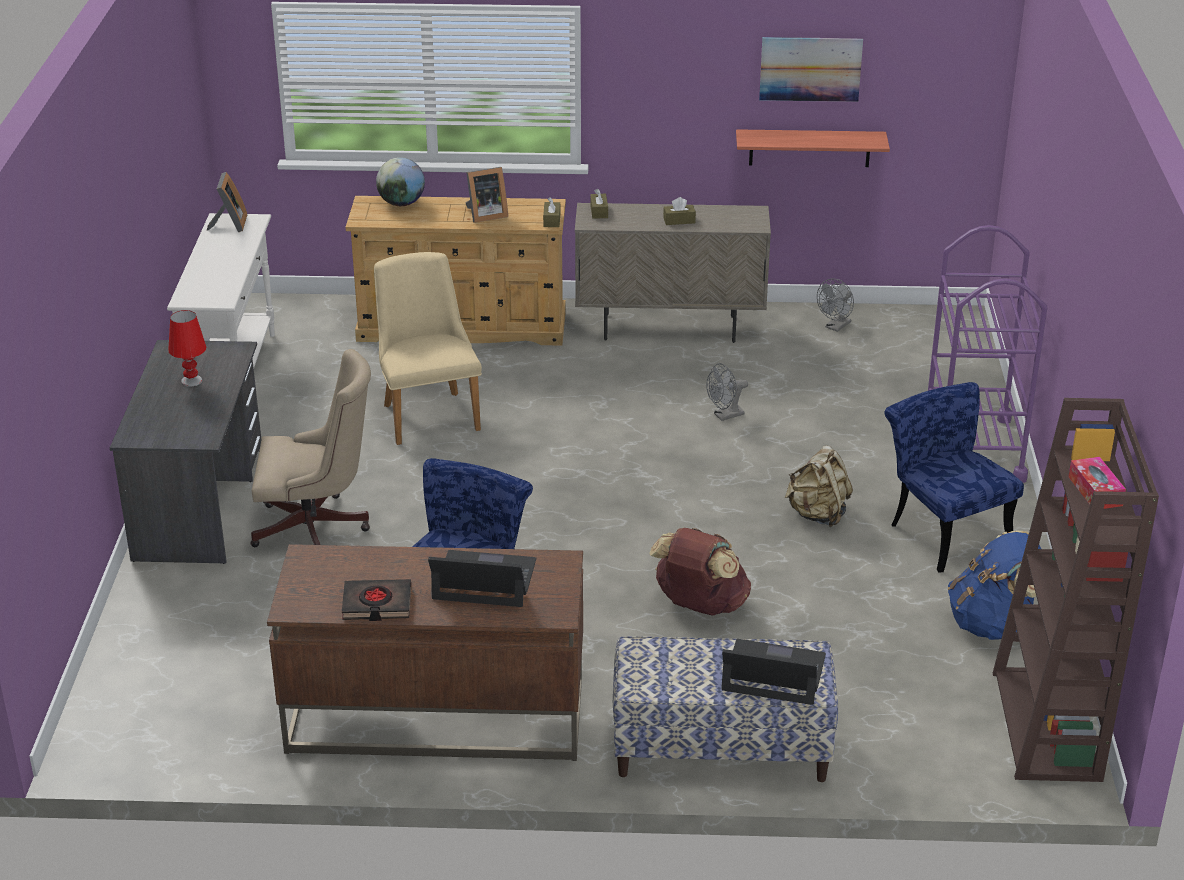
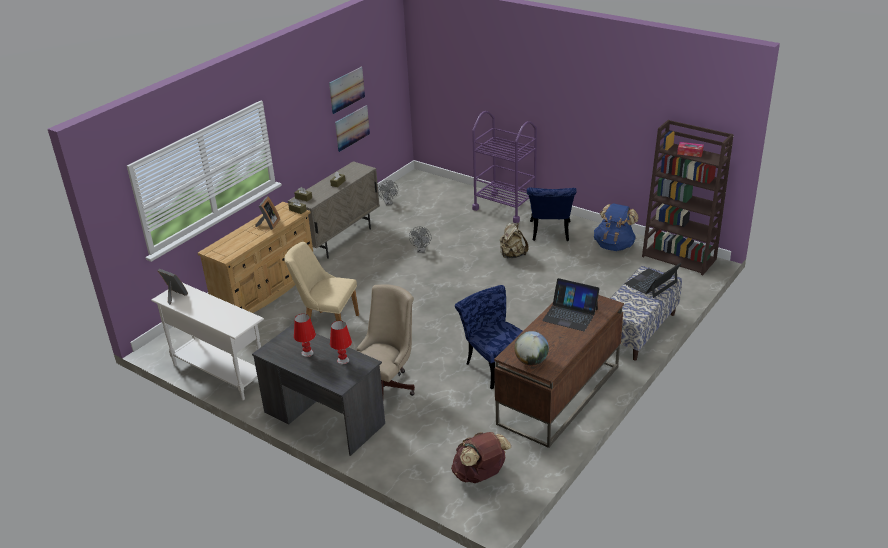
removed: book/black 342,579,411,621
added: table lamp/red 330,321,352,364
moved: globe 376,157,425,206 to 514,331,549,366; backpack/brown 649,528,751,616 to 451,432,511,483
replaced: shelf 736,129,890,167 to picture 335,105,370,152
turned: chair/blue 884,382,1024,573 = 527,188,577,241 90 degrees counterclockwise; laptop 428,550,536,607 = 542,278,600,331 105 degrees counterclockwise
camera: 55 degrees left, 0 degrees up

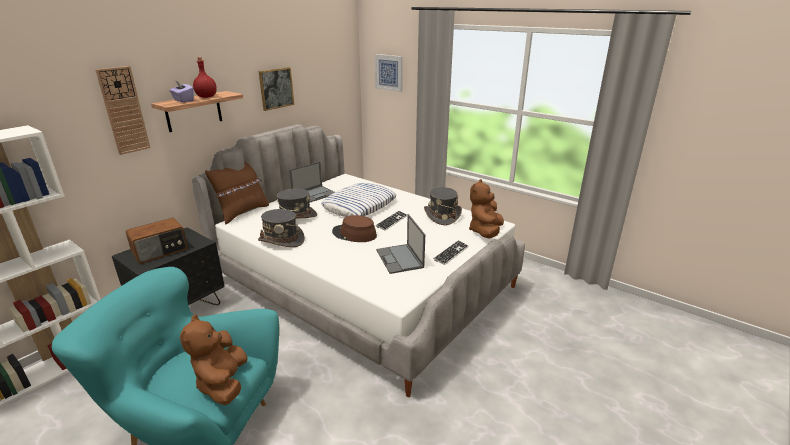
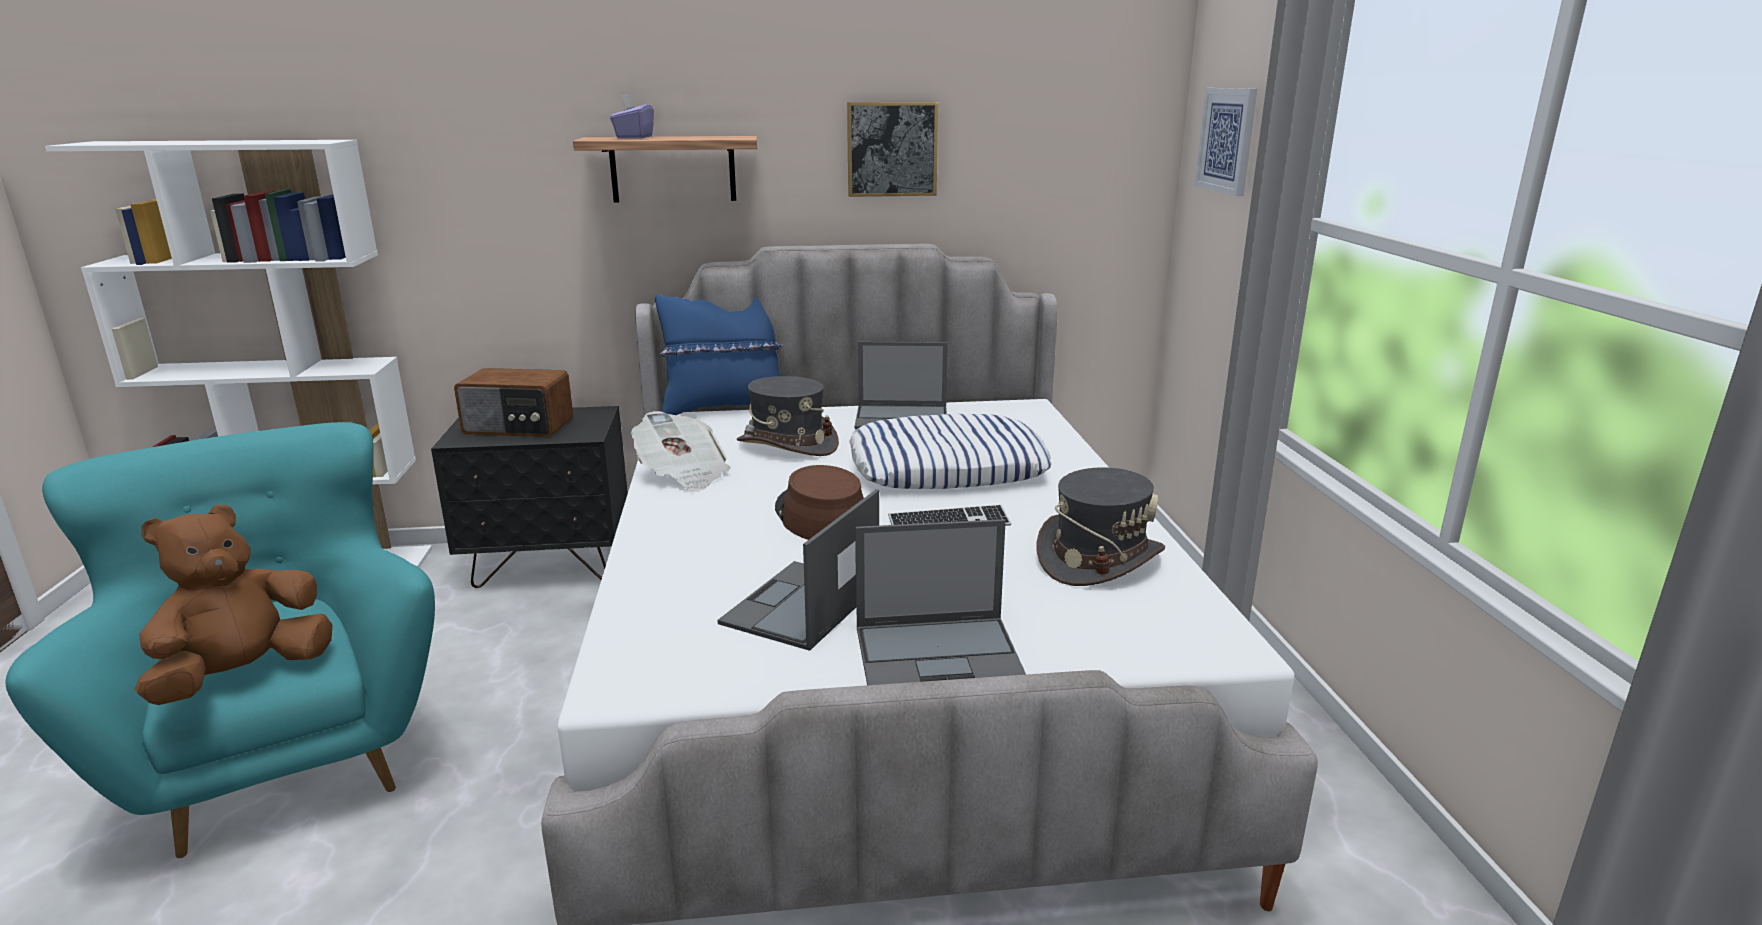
removed: bottle/red 193,57,217,98; wall clock 95,66,151,155; plush toy/brown 469,179,504,238
replaced: hat/grey 258,209,305,247 to newspaper 631,411,731,492; keyboard 433,240,469,265 to laptop 856,519,1026,685
recoloured: pillow/brown 205,161,269,225 to pillow/blue 655,294,784,415
camera: 45 degrees right, 5 degrees down

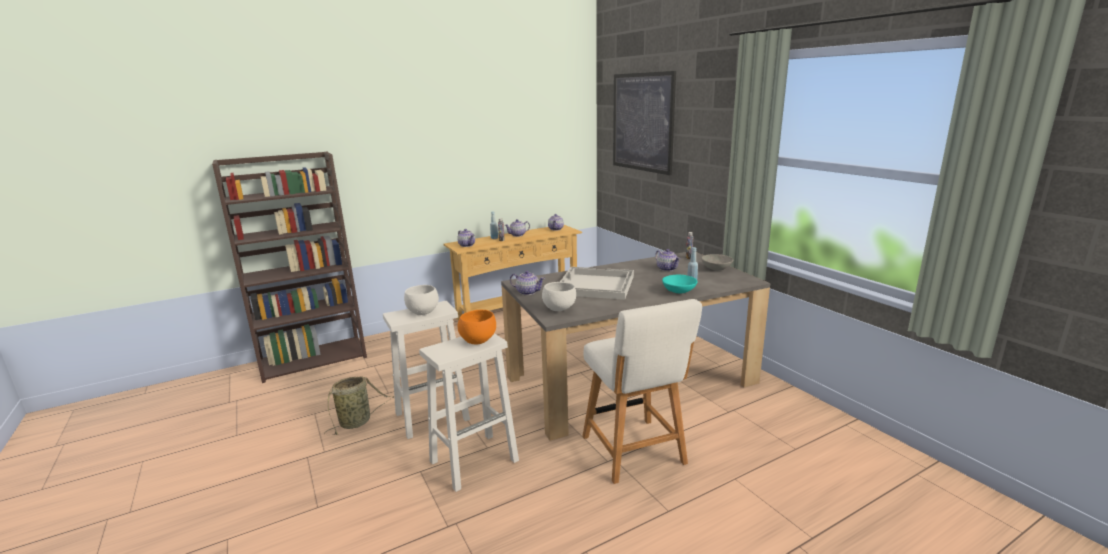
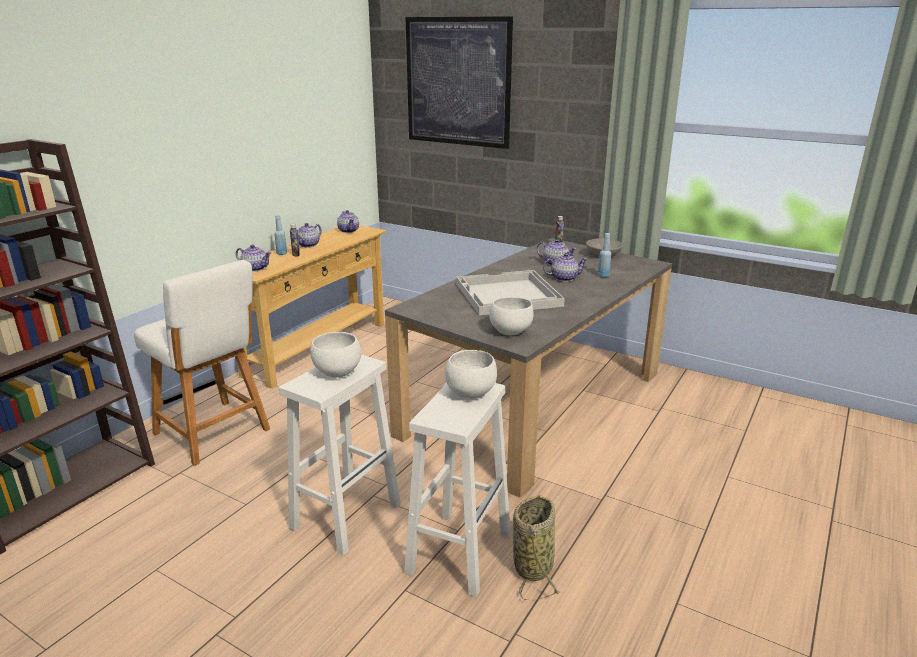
removed: bowl/turquoise 662,275,698,293
moved: teapot 510,271,545,295 to 543,253,588,282; chair/white 582,299,702,484 to 134,260,270,466; basket 324,376,394,435 to 513,495,560,600
recoloured: bowl/orange 458,310,496,344 to bowl/white 445,350,497,399
camera: 30 degrees left, 5 degrees up

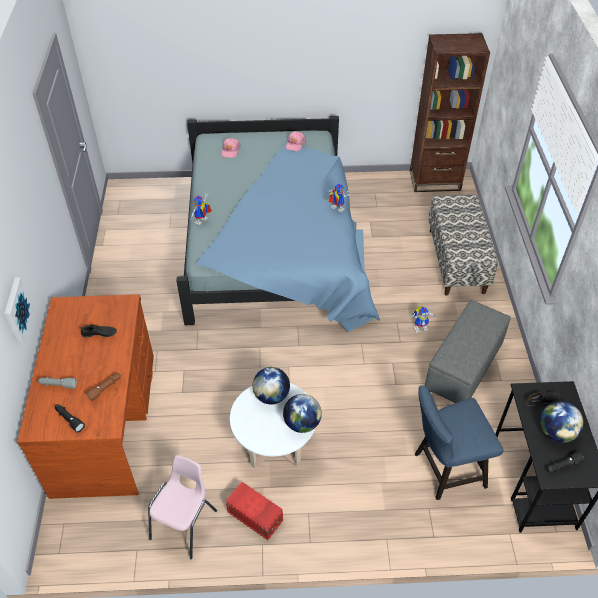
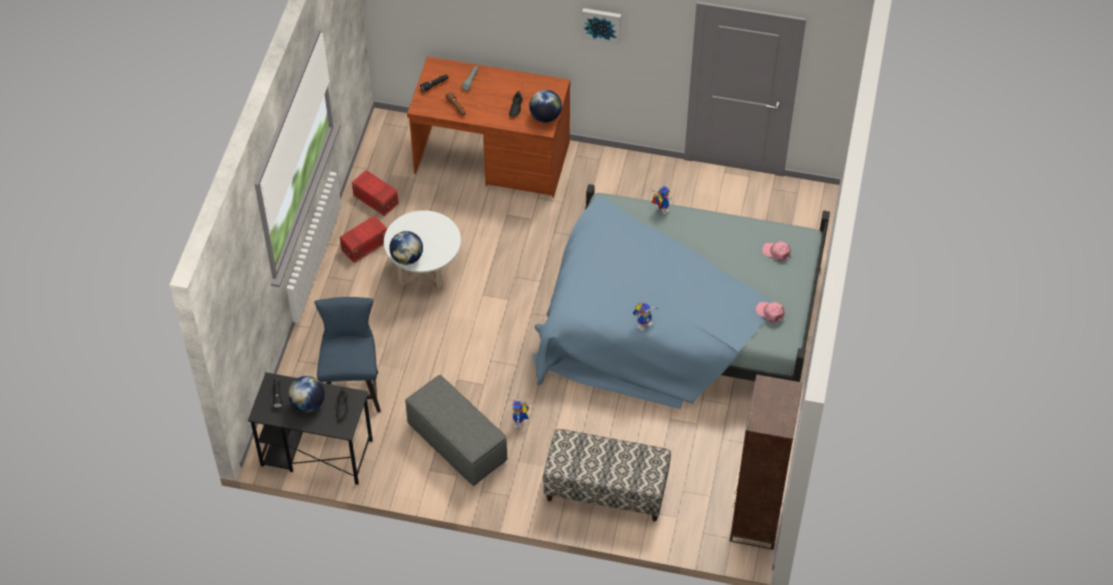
moved: picture 4,277,33,345 to 582,8,621,45; globe 253,367,290,405 to 529,90,562,123
replaced: chair/pink 148,455,217,559 to storage box/red 352,170,399,216
camera: 105 degrees right, 5 degrees up

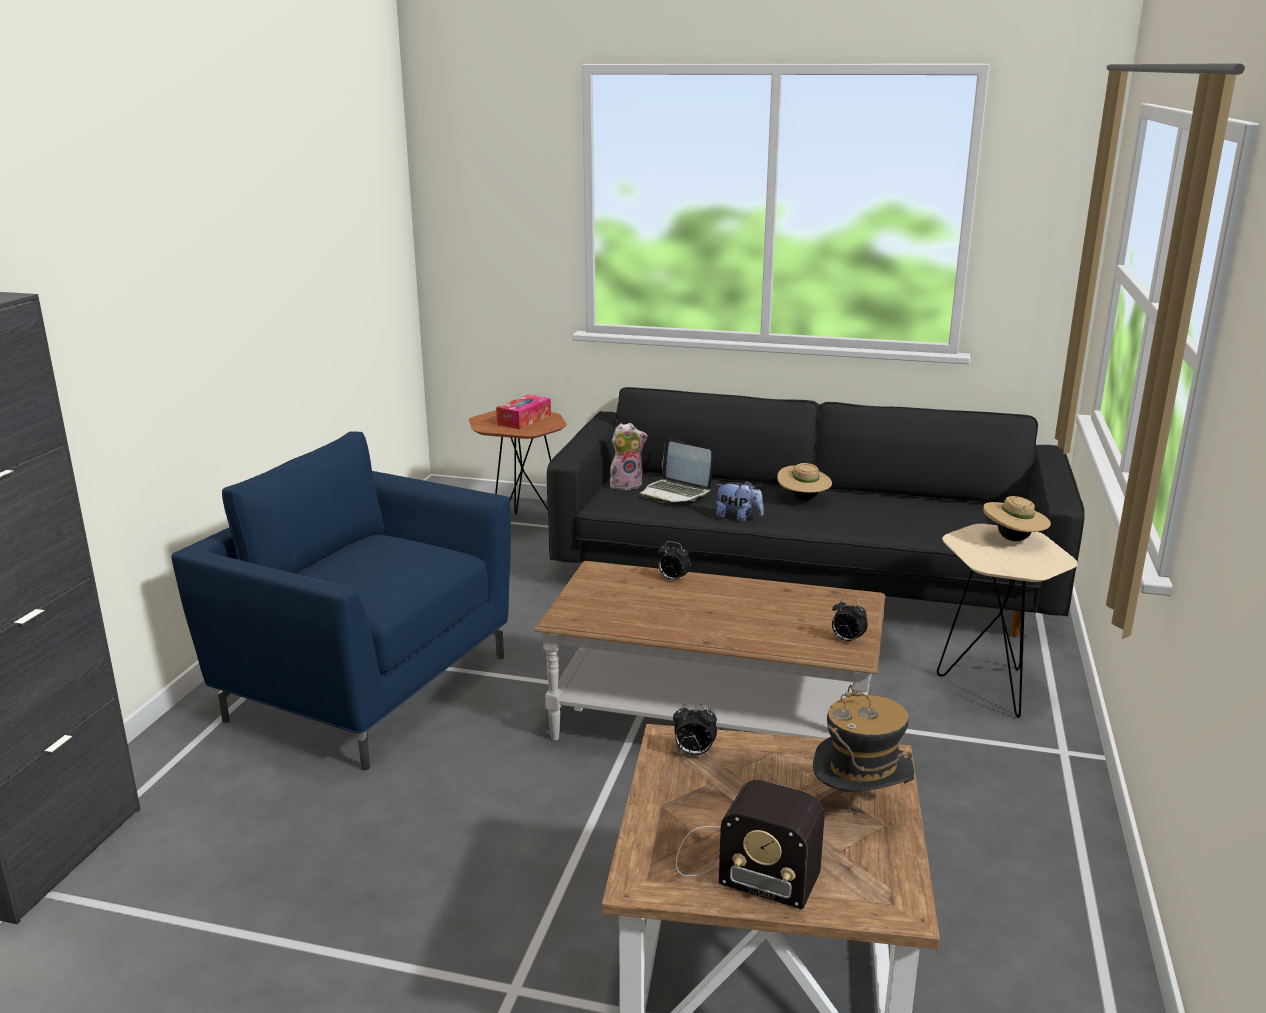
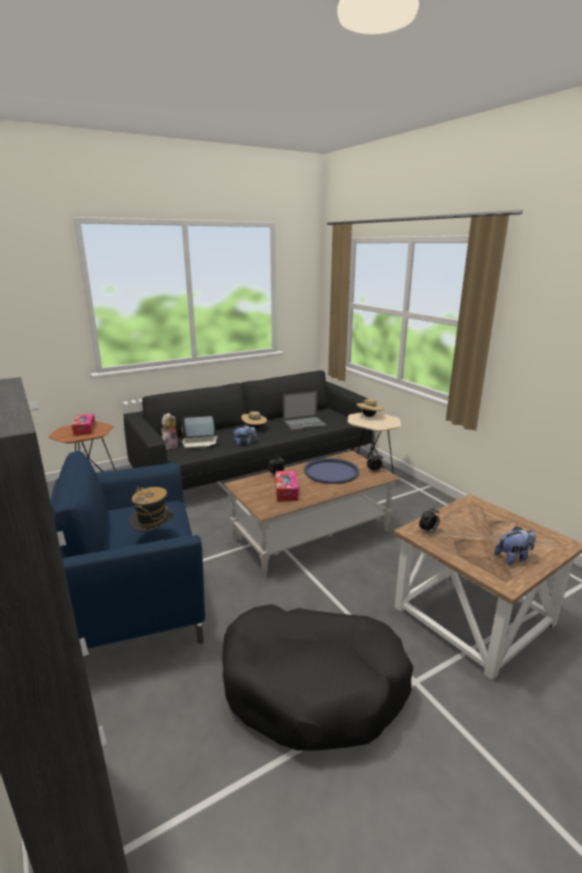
added: laptop 283,391,327,431; tray/blue 304,458,359,484; tissue box 275,471,298,502; dog bed/black 222,604,413,751
moved: hat 813,685,914,792 to 129,486,175,532
replaced: radio 676,780,825,909 to plush toy 494,526,536,565
camera: 45 degrees left, 0 degrees up

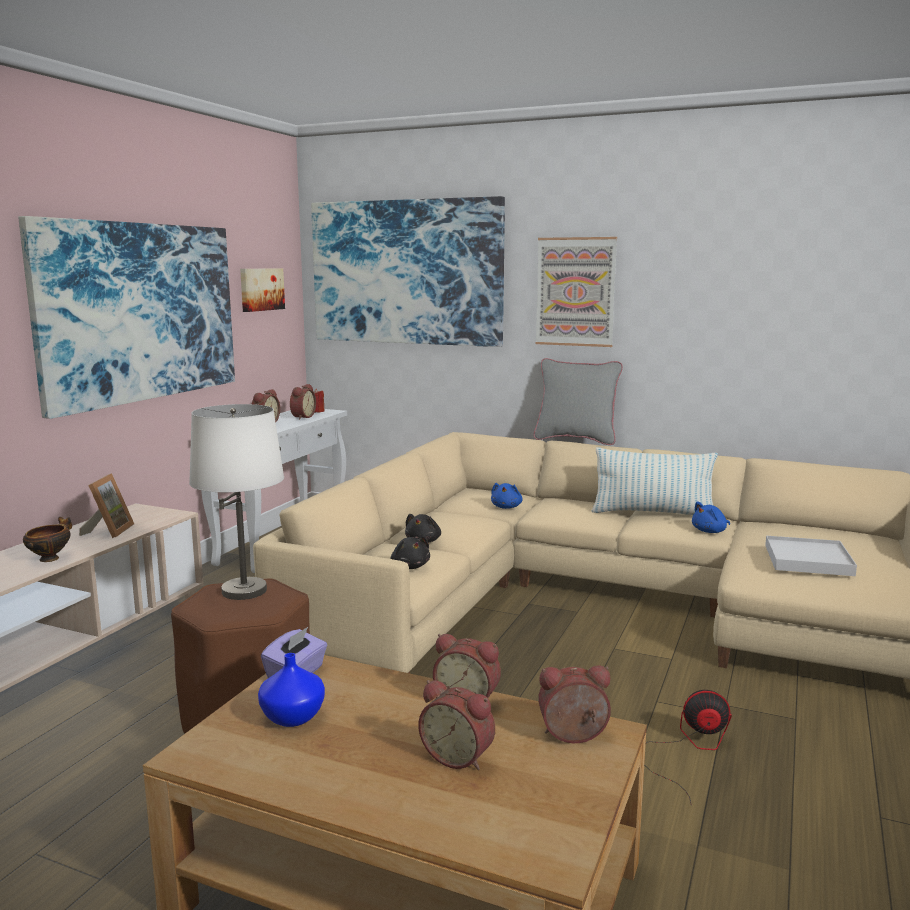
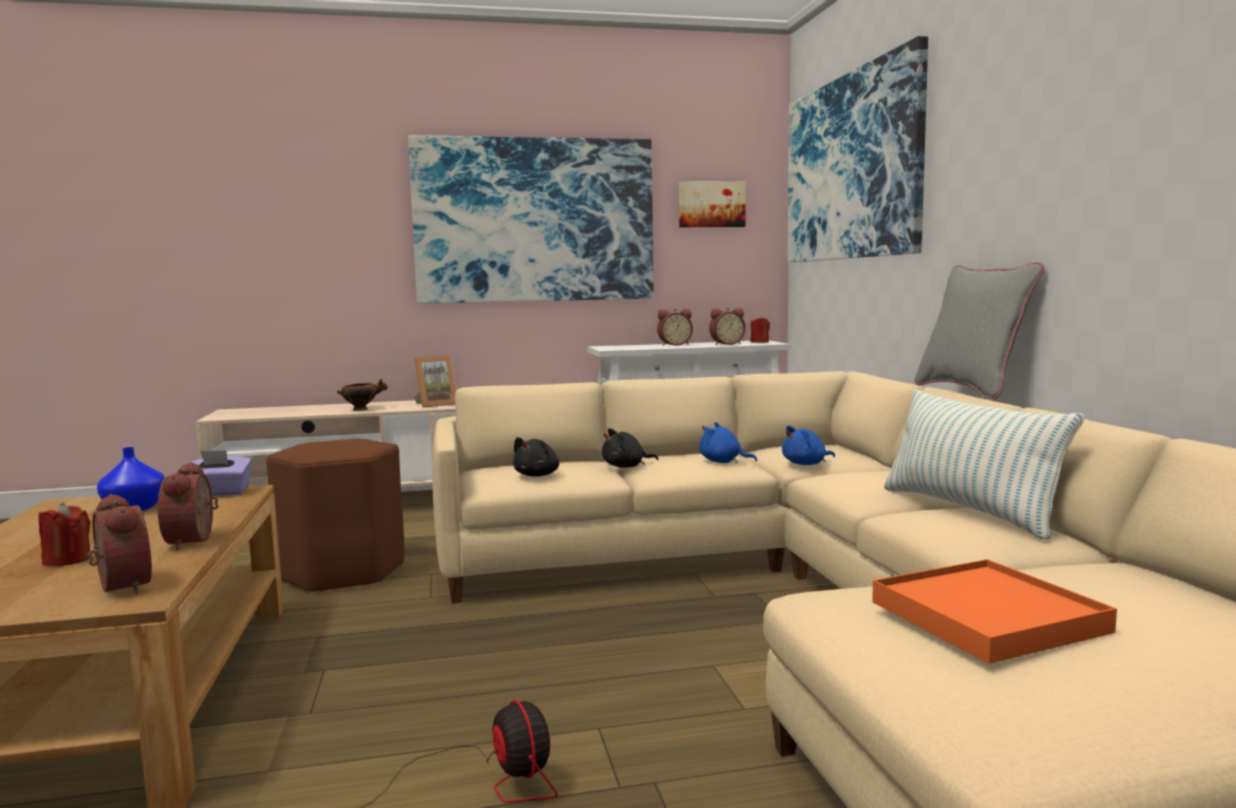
removed: picture 536,237,617,347; table lamp/white 189,404,284,600
moved: plush toy/blue 692,501,730,533 to 699,422,757,463
replaced: alarm clock 418,680,495,770 to candle/red 39,502,90,566
recoloured: tray/white 765,536,857,576 to tray/orange 872,559,1117,664
camera: 55 degrees right, 5 degrees down

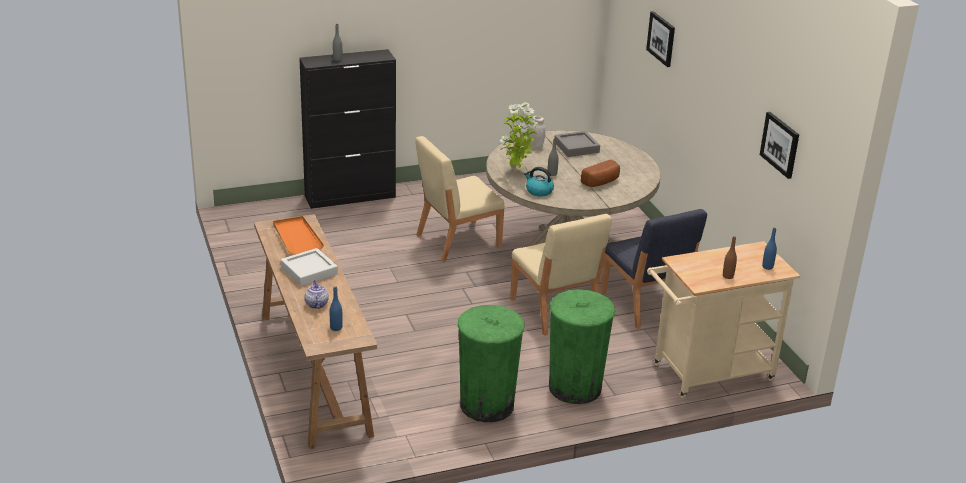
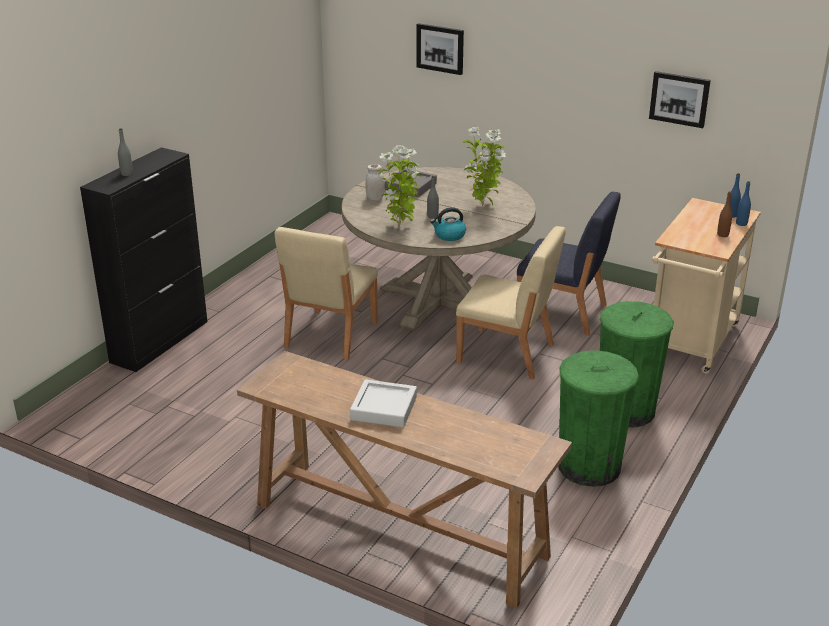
removed: tray/orange 273,216,324,255; teapot 304,280,329,309
moved: bottle/blue 330,286,343,331 to 736,181,751,226
replaced: bread 581,160,620,187 to potted plant 462,127,506,206
camera: 40 degrees left, 0 degrees up

